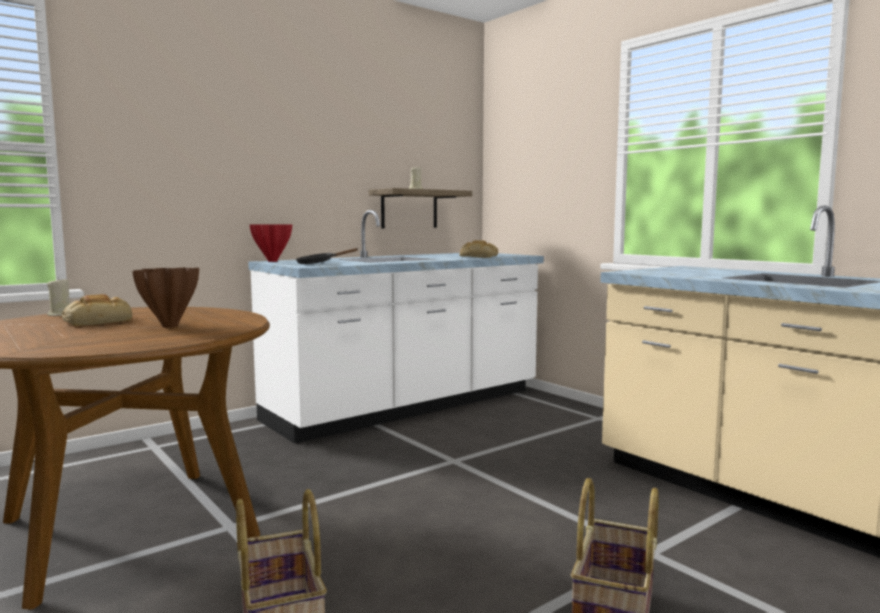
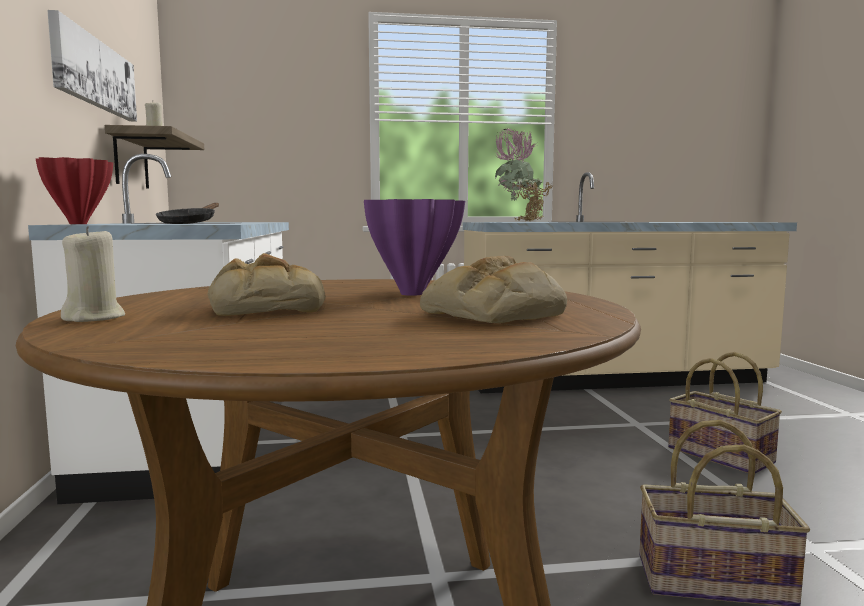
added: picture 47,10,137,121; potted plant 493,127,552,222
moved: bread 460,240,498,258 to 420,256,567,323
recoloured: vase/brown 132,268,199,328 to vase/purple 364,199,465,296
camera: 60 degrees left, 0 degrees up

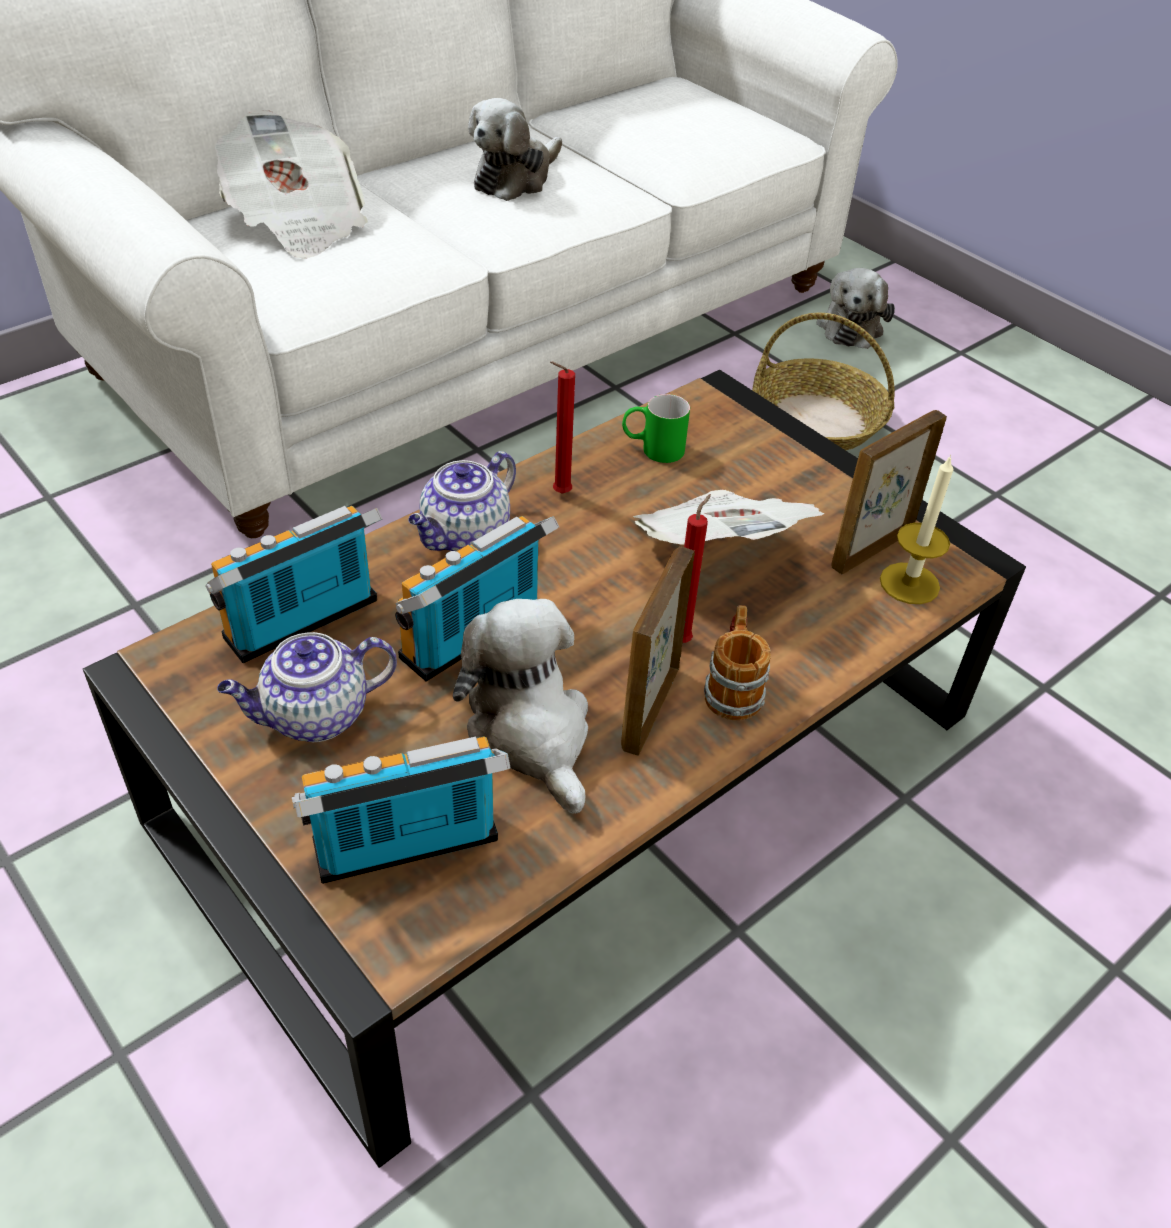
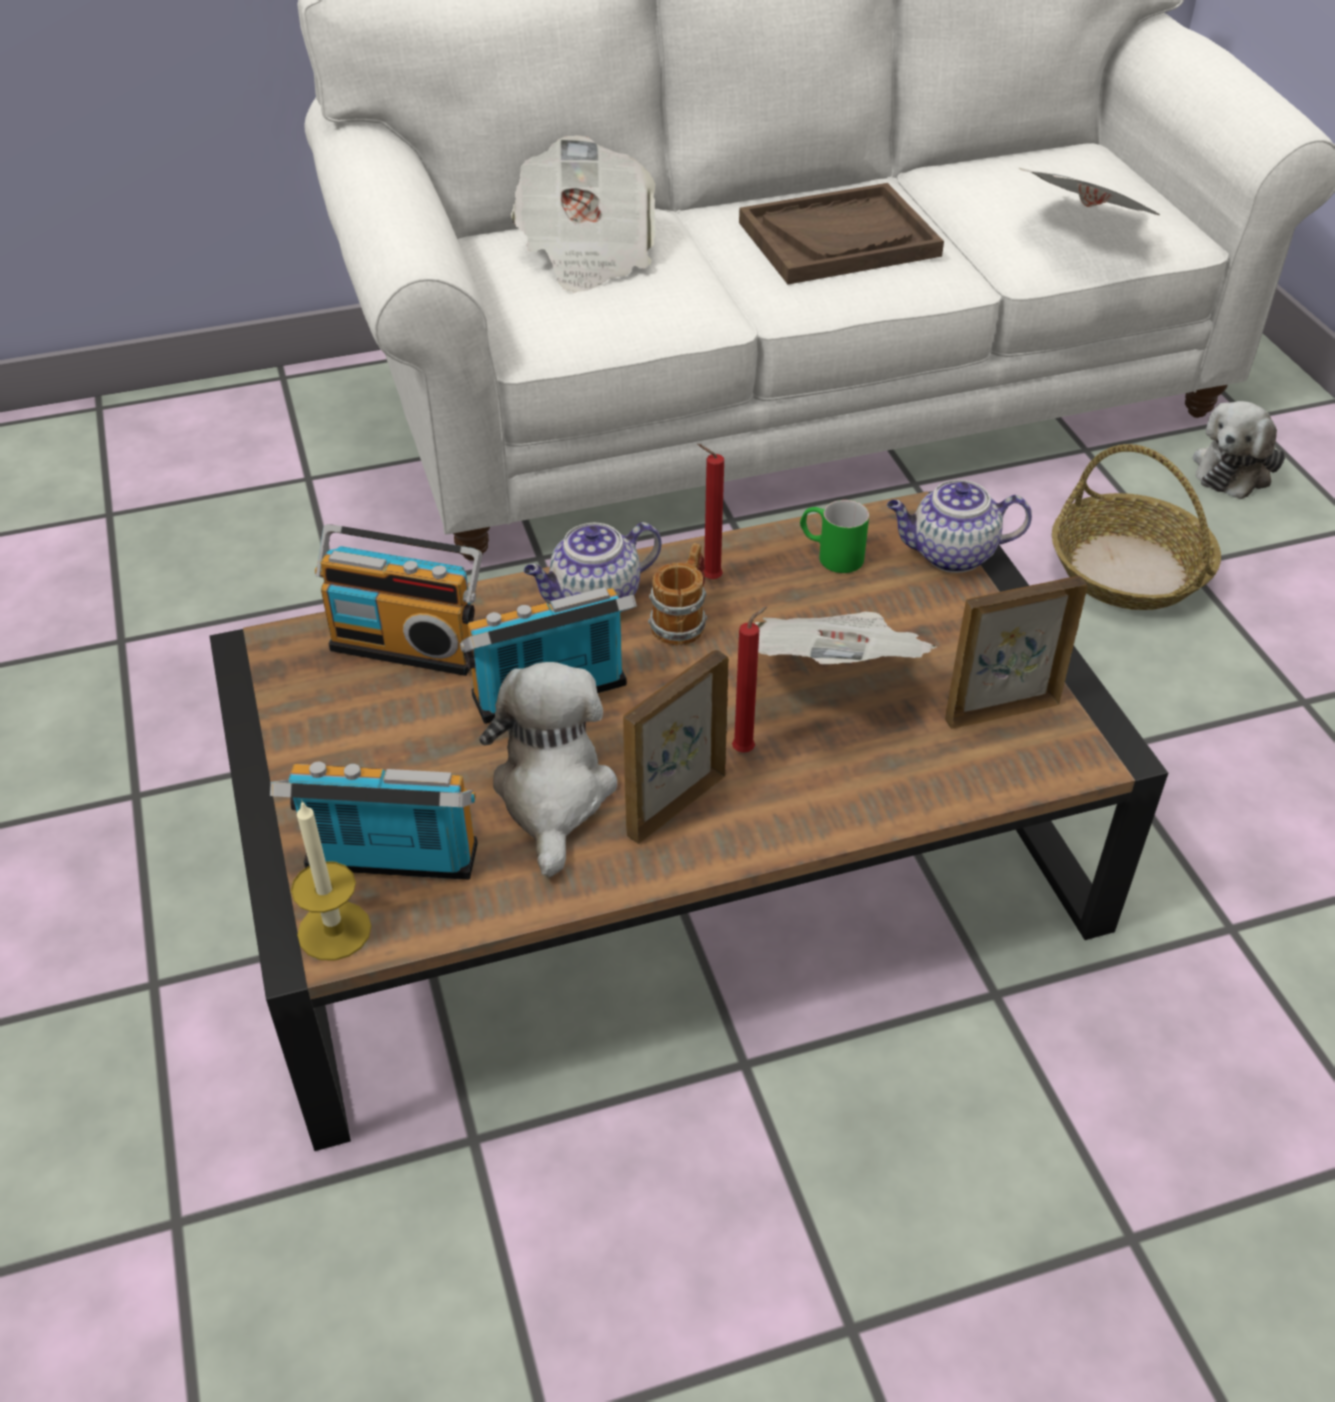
added: newspaper 1018,168,1161,216
moved: candle 880,454,953,604 to 291,800,371,961; mug 704,605,771,720 to 648,543,707,646; teapot 217,632,397,742 to 887,480,1032,573
replaced: plush toy 468,98,562,201 to tray/brown 739,183,944,284
turned: radio 206,506,382,663 = 315,524,482,676 150 degrees counterclockwise
camera: 25 degrees right, 0 degrees up

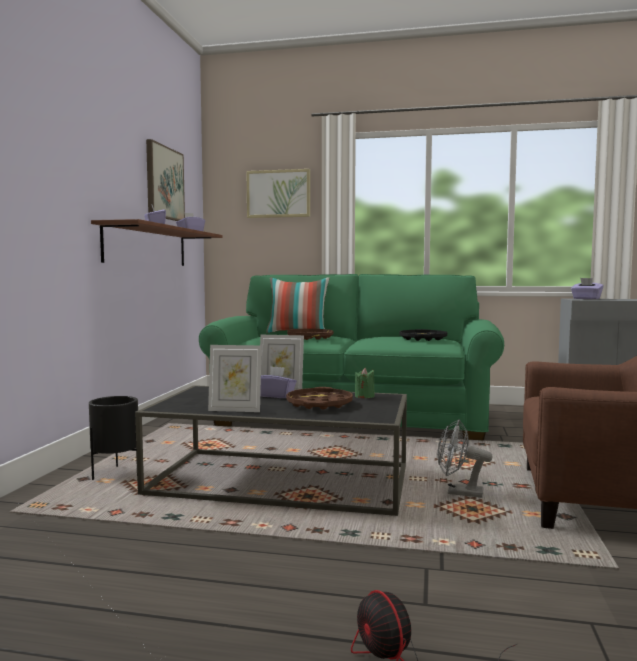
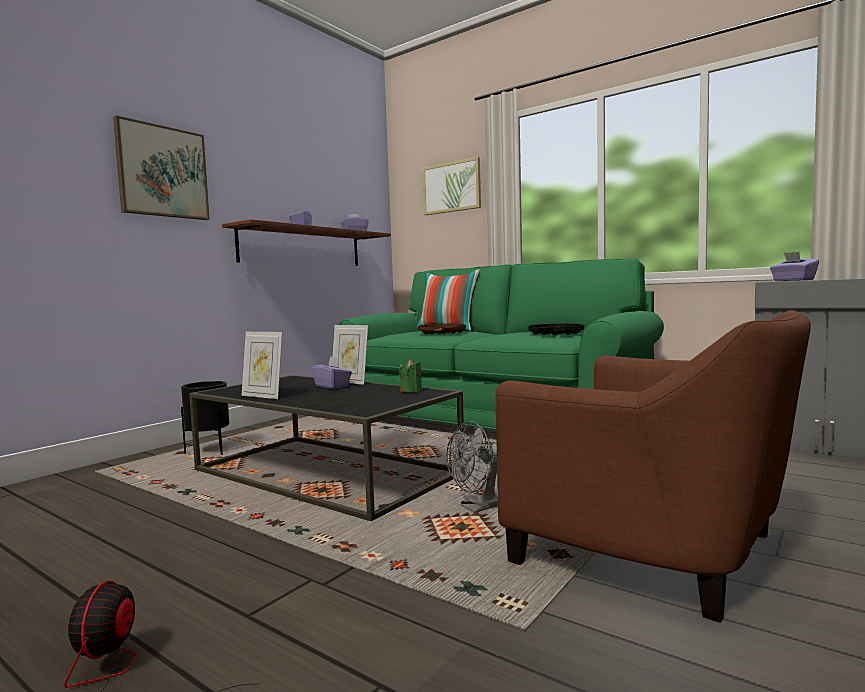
removed: tray/brown 286,387,353,409
moved: picture 146,139,185,221 to 113,116,210,220
turned: fan/grey 437,419,493,498 = 446,421,498,513 75 degrees counterclockwise
camera: 25 degrees right, 0 degrees up

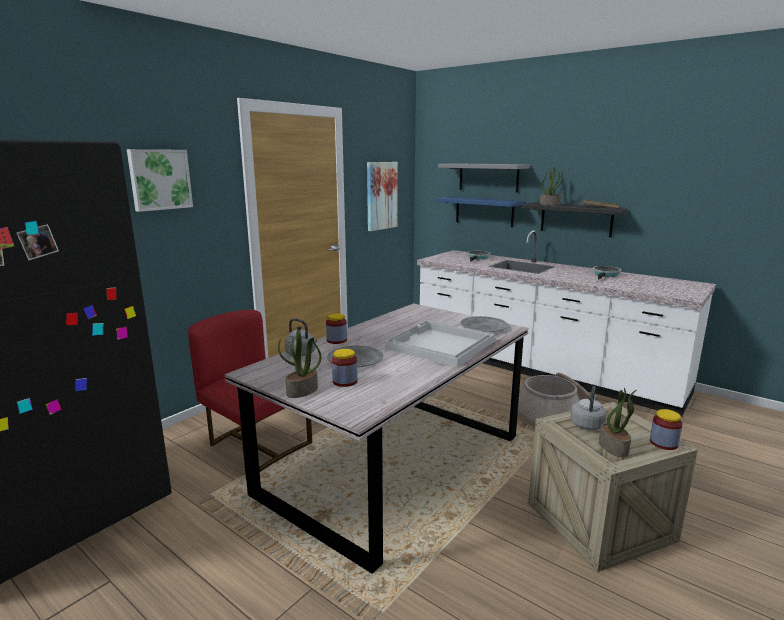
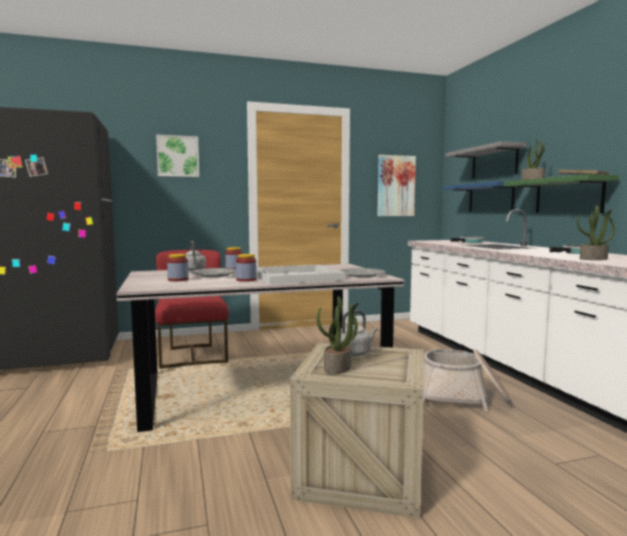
moved: potted plant 278,329,321,398 to 577,205,615,260; jar 650,409,682,450 to 236,254,257,282
recoloured: shelf/black 521,202,627,237 to shelf/green 504,174,619,213
camera: 35 degrees right, 10 degrees down

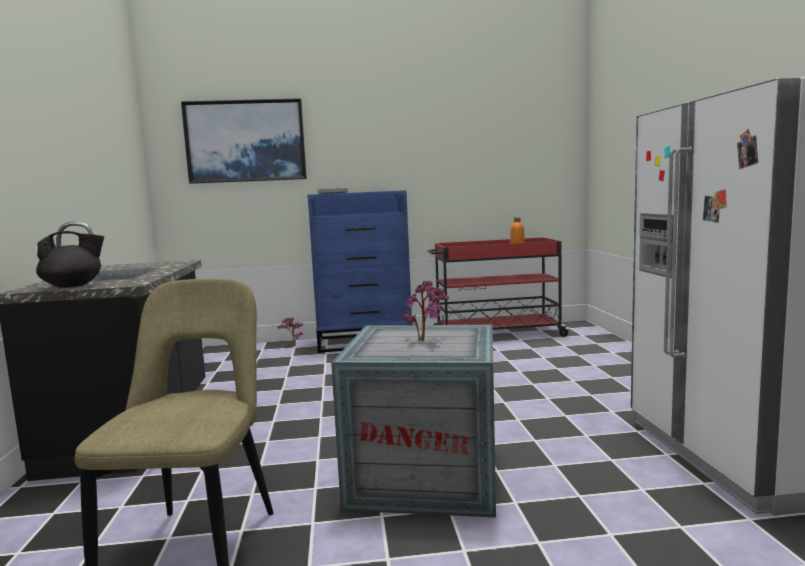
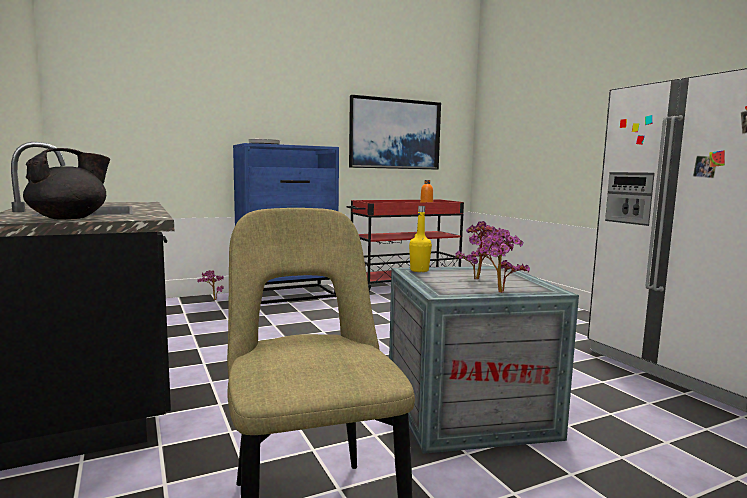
added: bottle/yellow 409,206,432,272; potted plant 471,229,530,293
moved: picture 181,98,307,184 to 349,95,441,169
camera: 20 degrees left, 0 degrees up

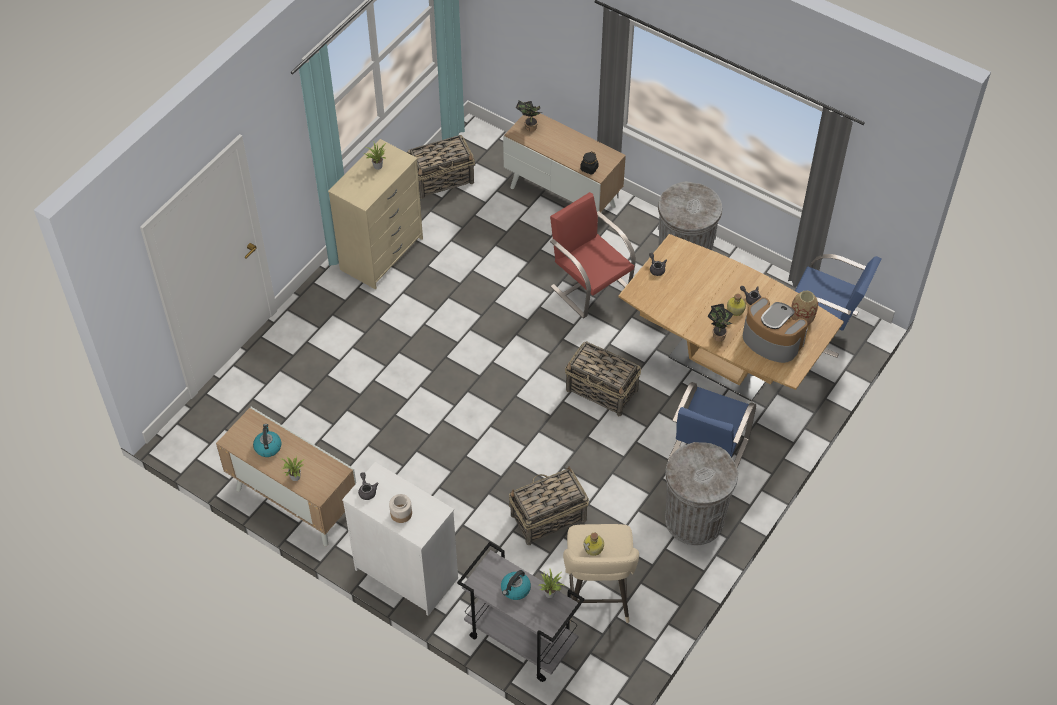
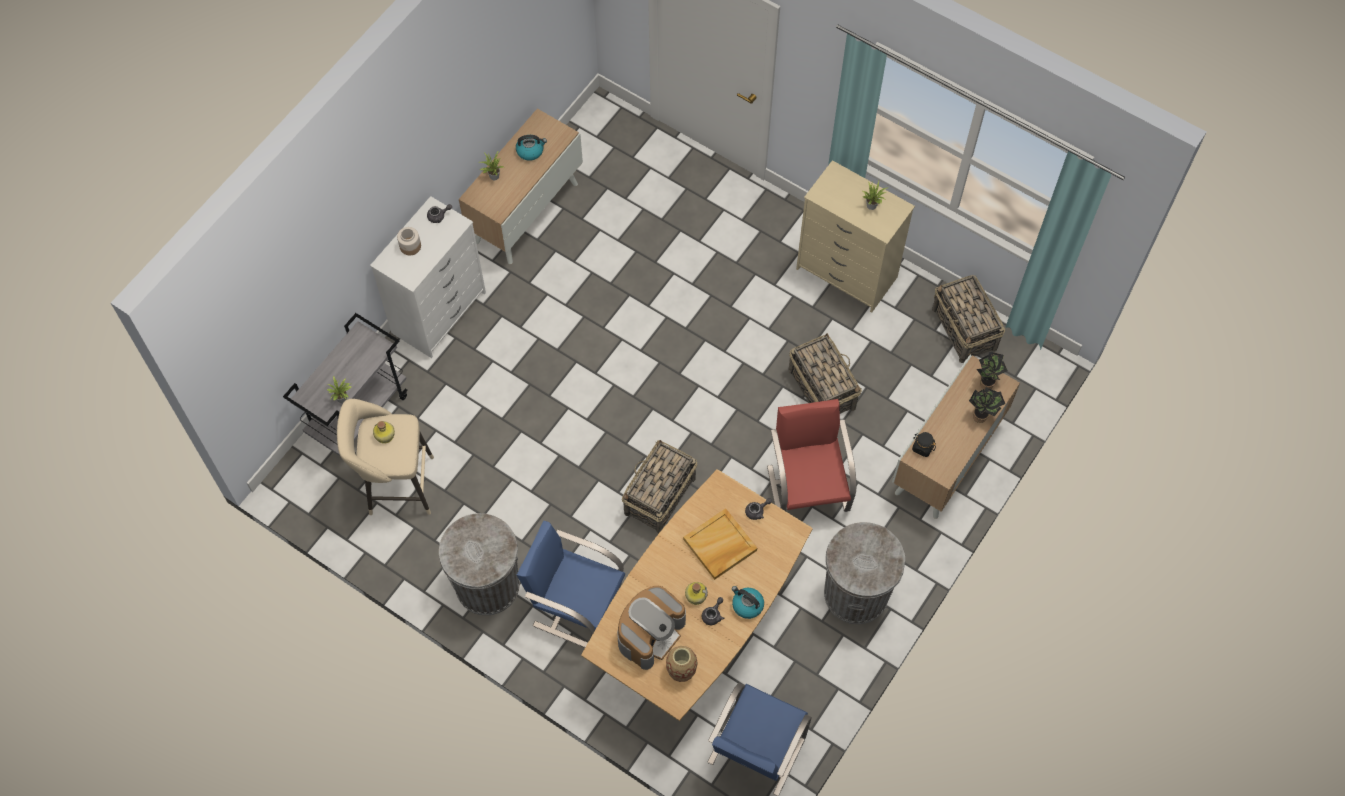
added: tray/beige 683,509,757,580
moved: potted plant 707,304,733,341 to 969,387,1005,423; basket 509,467,589,545 to 788,333,862,414; kettle 501,570,531,600 to 732,586,764,619
turned: chair/red 550,192,636,318 = 767,399,856,512 60 degrees counterclockwise
camera: 90 degrees right, 10 degrees up

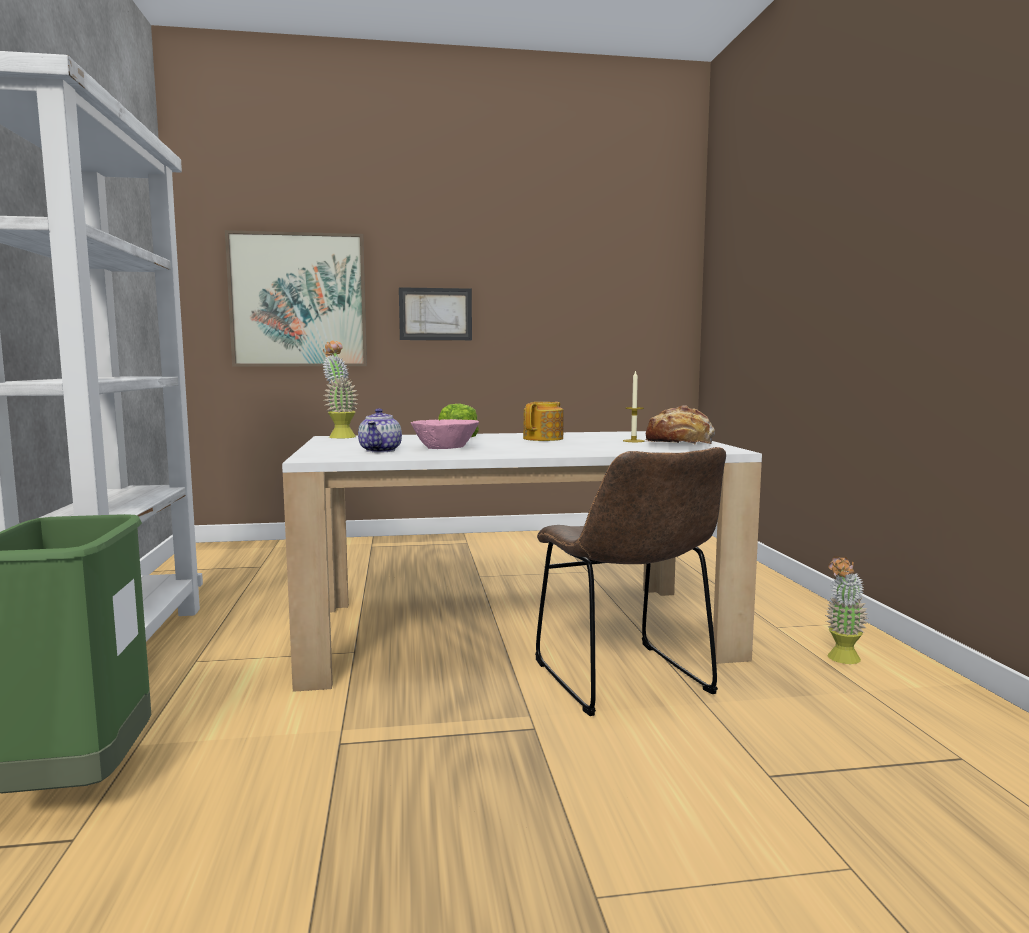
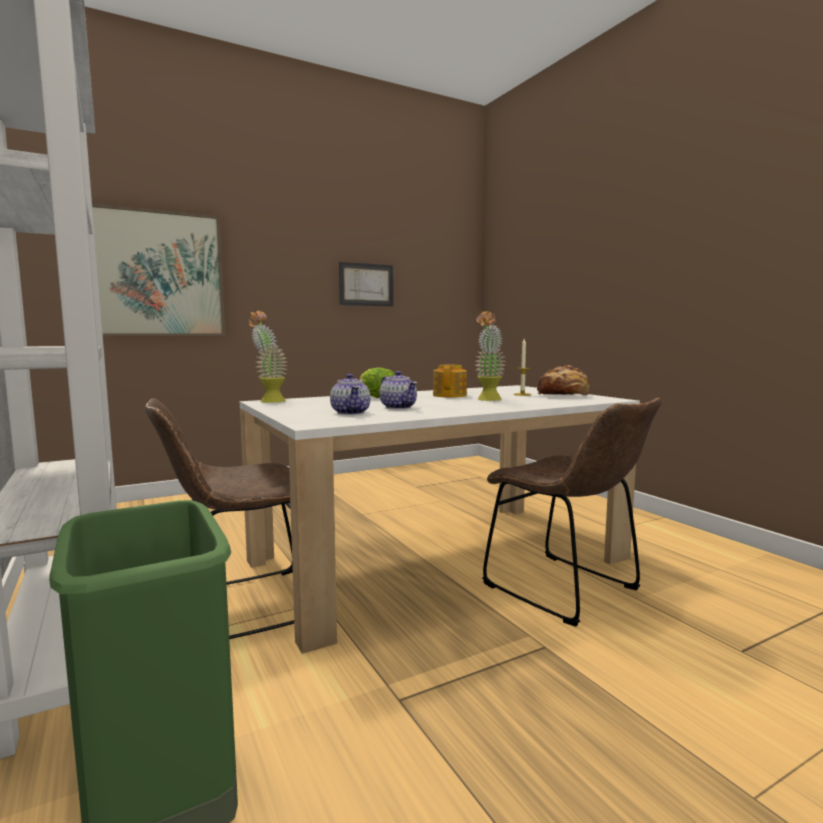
added: chair/brown 145,398,294,639
moved: picture 399,287,472,340 to 339,262,393,306; potted plant 825,556,869,664 to 475,310,505,401
replaced: bowl/pink 411,419,479,449 to teapot 380,371,417,409
camera: 20 degrees left, 0 degrees up

